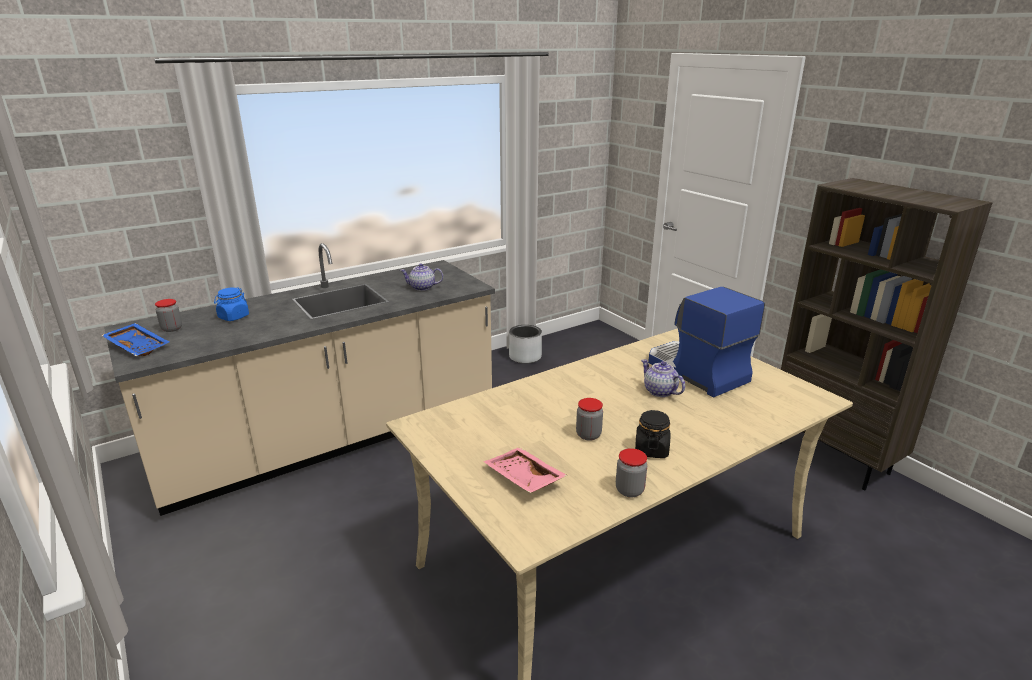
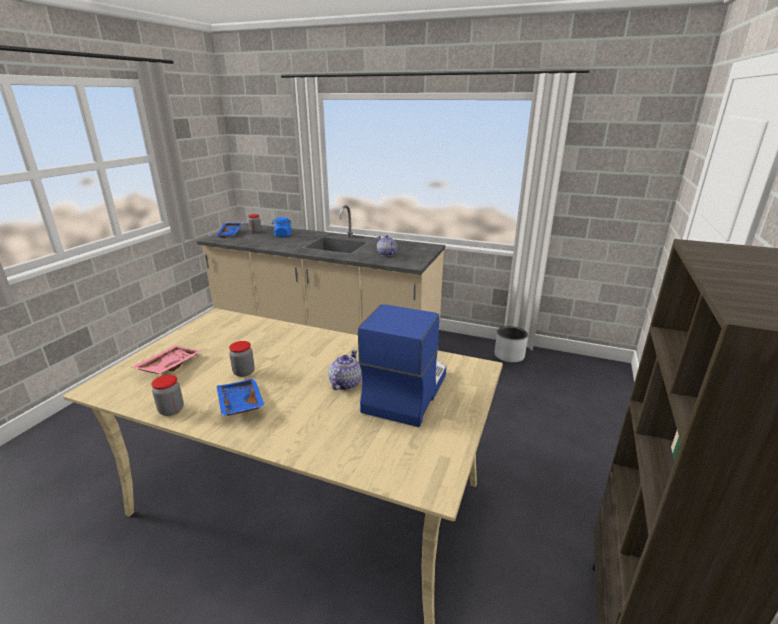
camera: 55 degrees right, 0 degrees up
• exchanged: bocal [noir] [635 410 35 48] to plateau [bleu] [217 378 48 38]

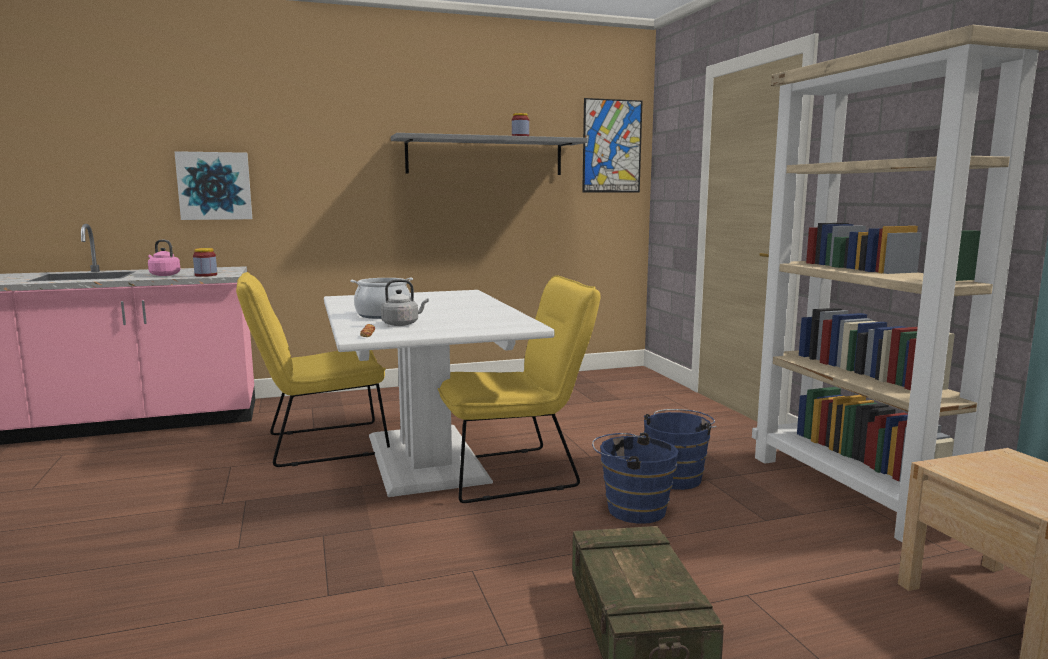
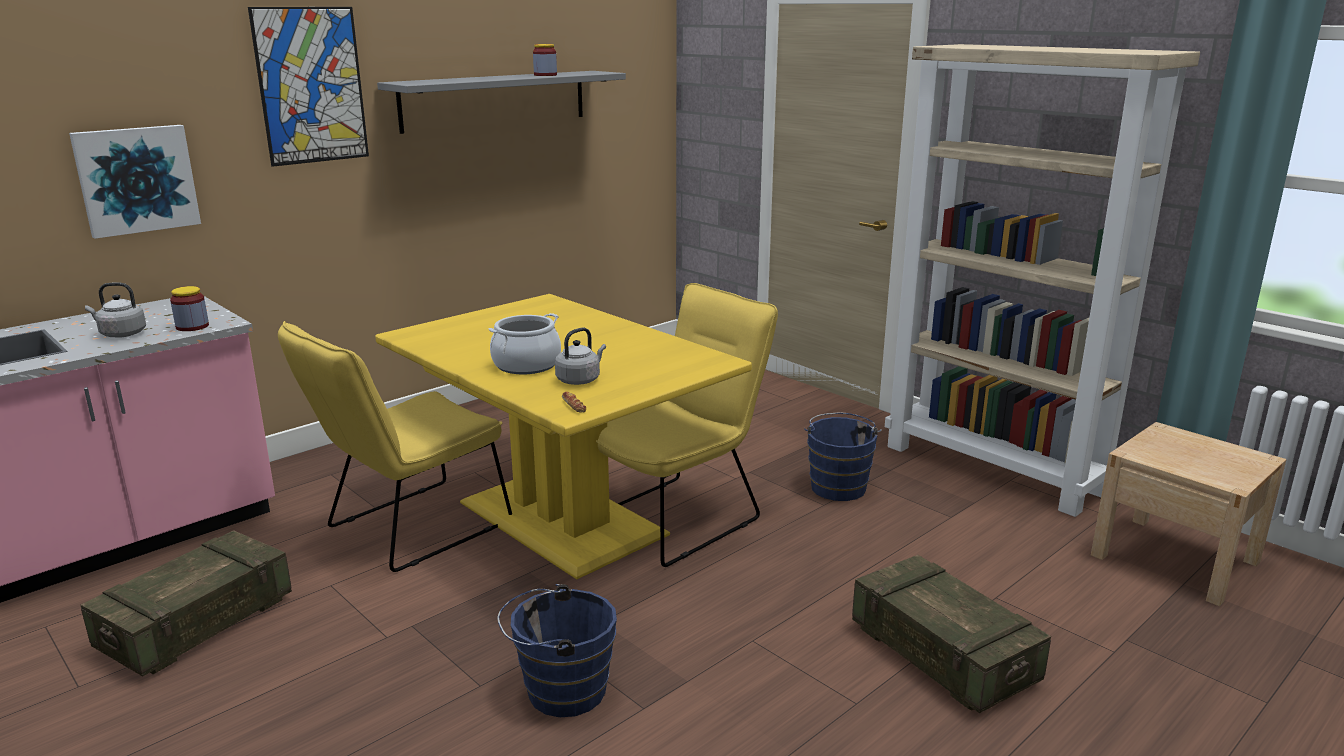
camera: 25 degrees left, 10 degrees up
• appeared: caisse [81 530 211 146]
• colour: bouilloire [rose] [148 240 32 36] to bouilloire [gris] [85 282 61 56]
• relocated: tableau [582 98 61 94] to [248 7 121 160]
• colour: table à manger [blanc] [324 290 231 207] to table à manger [jaune] [375 294 377 285]
• relocated: seau [bleu] [592 432 86 92] to [497 584 120 133]

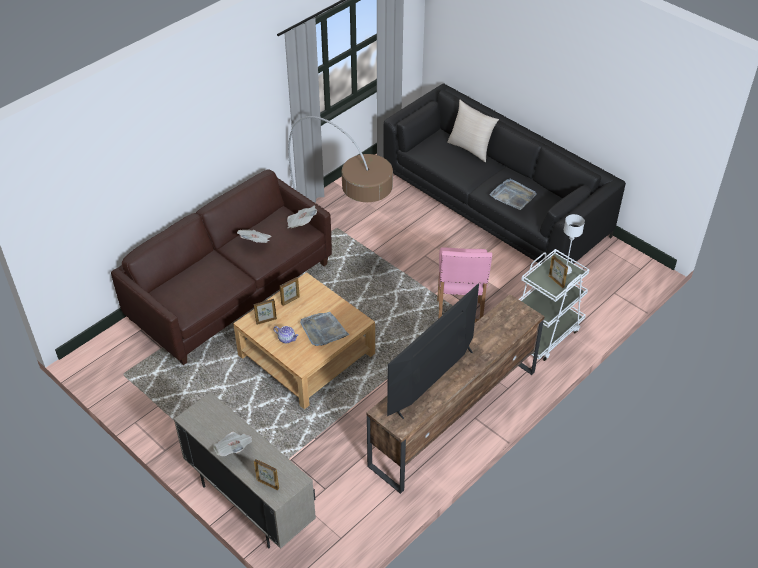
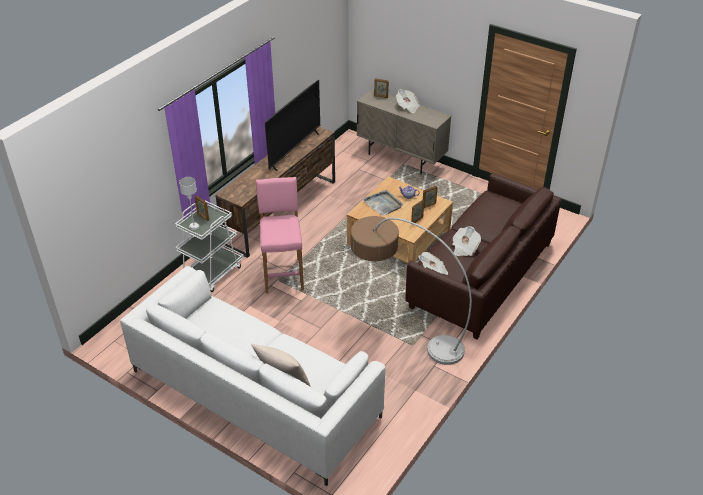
camera: 170 degrees right, 5 degrees down
• colour: canapé [noir] [384 83 242 181] to canapé [blanc] [120 266 265 220]
• missing: plateau [gris] [490 178 46 32]

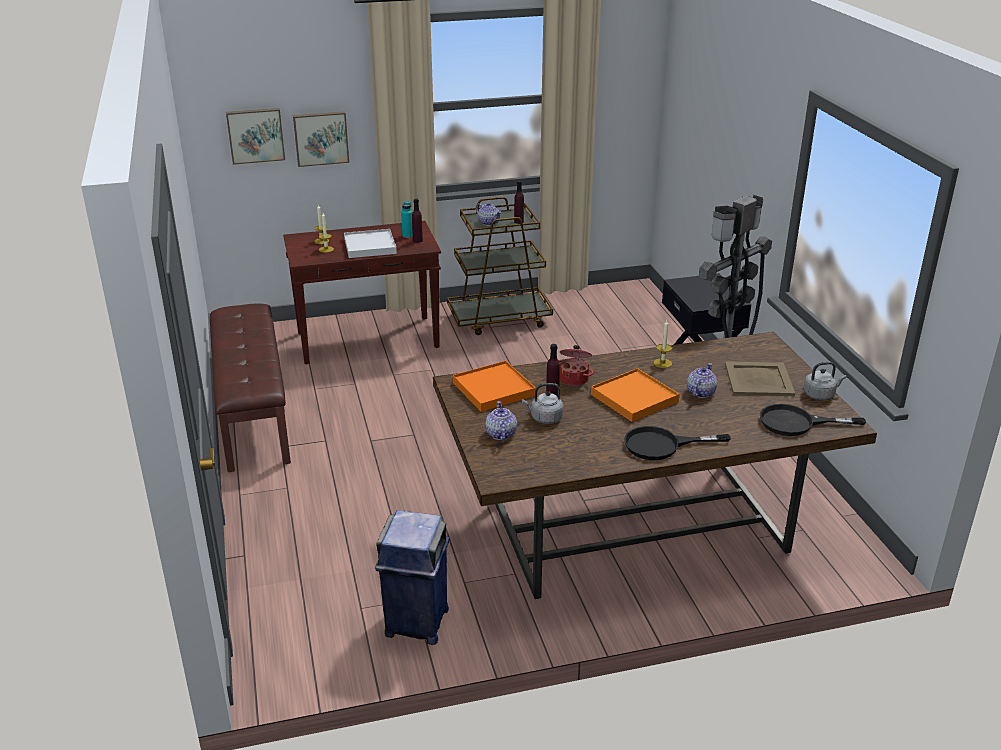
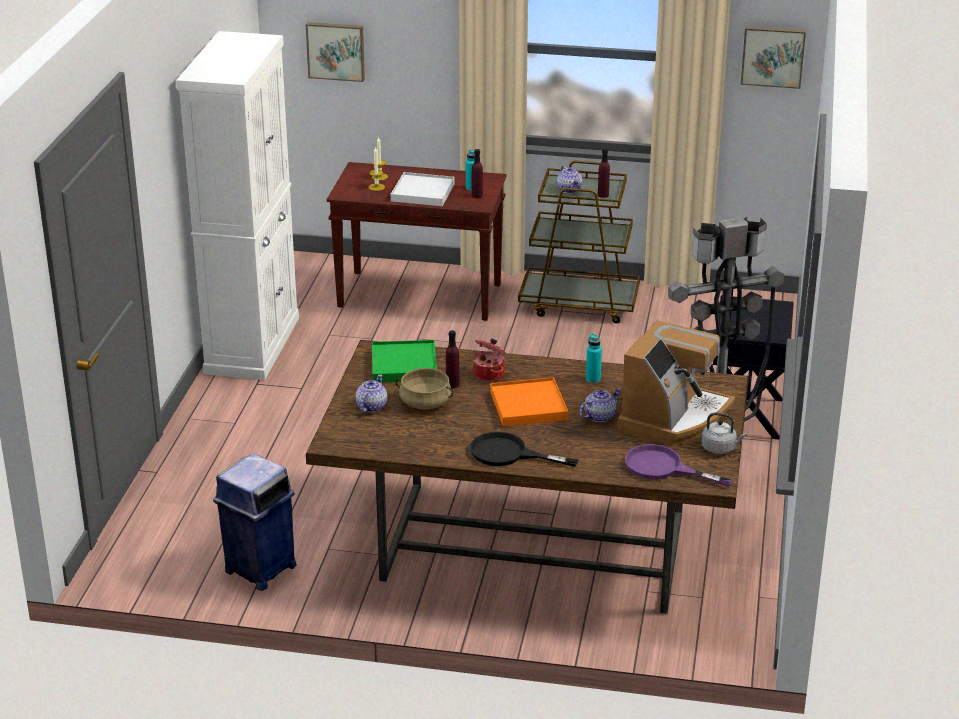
camera: 25 degrees right, 0 degrees up
• exchanged: banc [marron] [210 303 81 169] to meuble de rangement [blanc] [176 31 123 349]
• colour: plateau [orange] [453 361 83 51] to plateau [vert] [372 340 65 42]
• exchanged: bouilloire [gris] [522 383 42 41] to marmite [beige] [395 368 58 41]
• exchanged: bougie [654 320 18 48] to bouteille [turquoise] [586 334 16 50]
• exchanged: plateau [beige] [725 361 70 35] to machine à café [617 320 118 126]
• colour: poêle [noir] [760 404 106 32] to poêle [violet] [625 444 108 43]
• relocated: tableau [293 111 56 56] to [741 26 65 63]

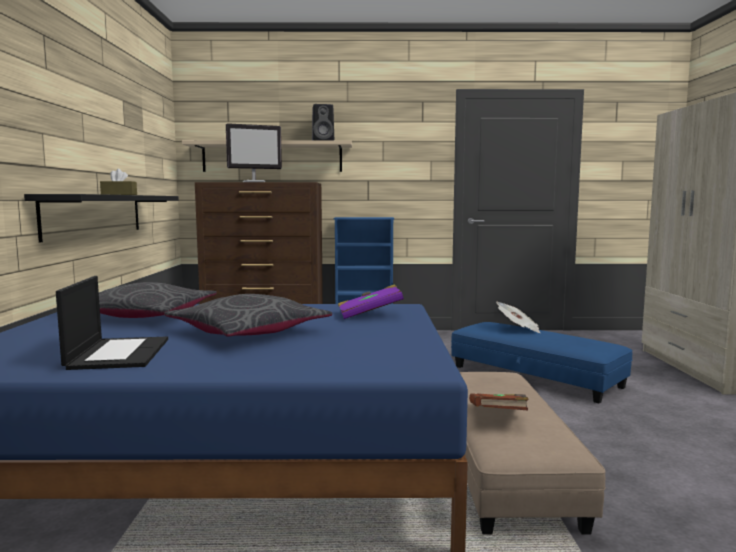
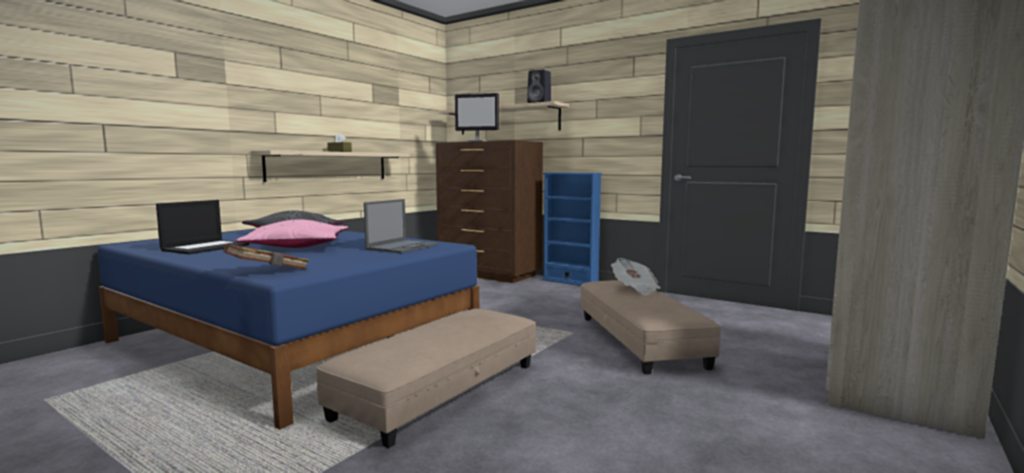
camera: 35 degrees right, 0 degrees up
• relocated: livre [marron] [469 393 60 17] to [223 244 86 26]
• colour: coussin [gris] [164 294 168 43] to coussin [rose] [236 219 112 29]
• colour: étagère [noir] [24 194 155 48] to étagère [beige] [250 150 160 32]
• exchanged: livre [violet] [338 284 66 35] to ordinateur portable [364 199 74 54]
• colour: pouf [bleu] [451 322 182 81] to pouf [beige] [580 280 140 95]

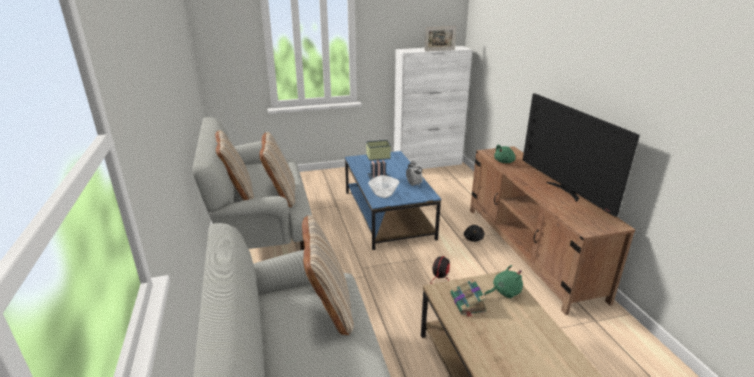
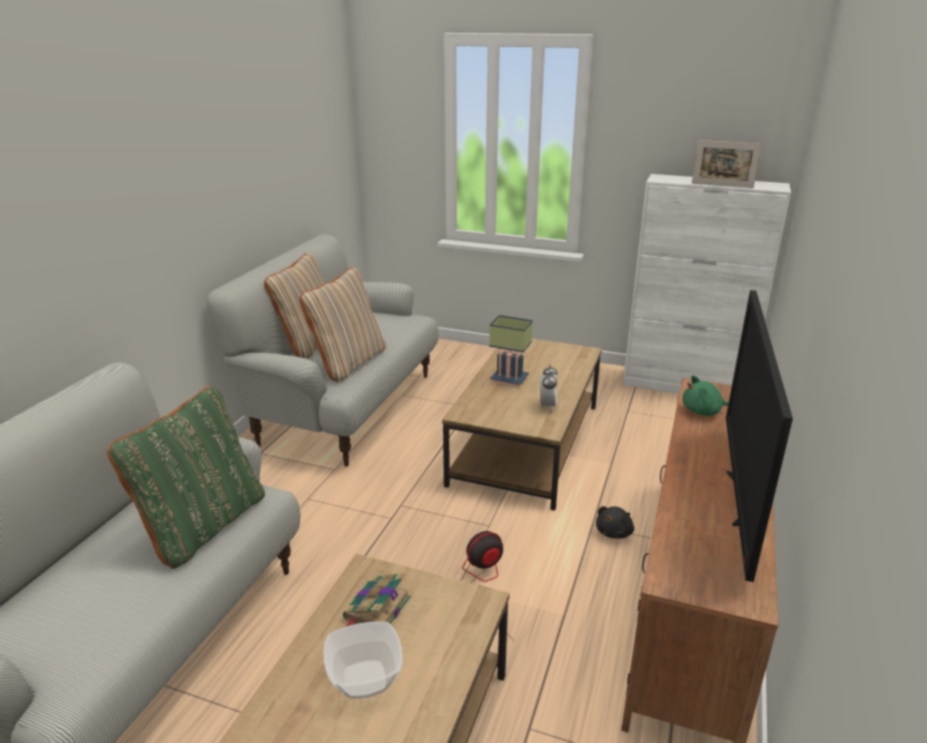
camera: 35 degrees right, 0 degrees up
• colour: coussin [beige] [302 215 52 120] to coussin [vert] [107 386 158 183]
• relocated: bol [368 175 32 23] to [323 621 80 78]
• colour: table basse [bleu] [345 151 96 99] to table basse [marron] [442 339 160 172]
• missing: peluche [vert] [484 265 39 33]

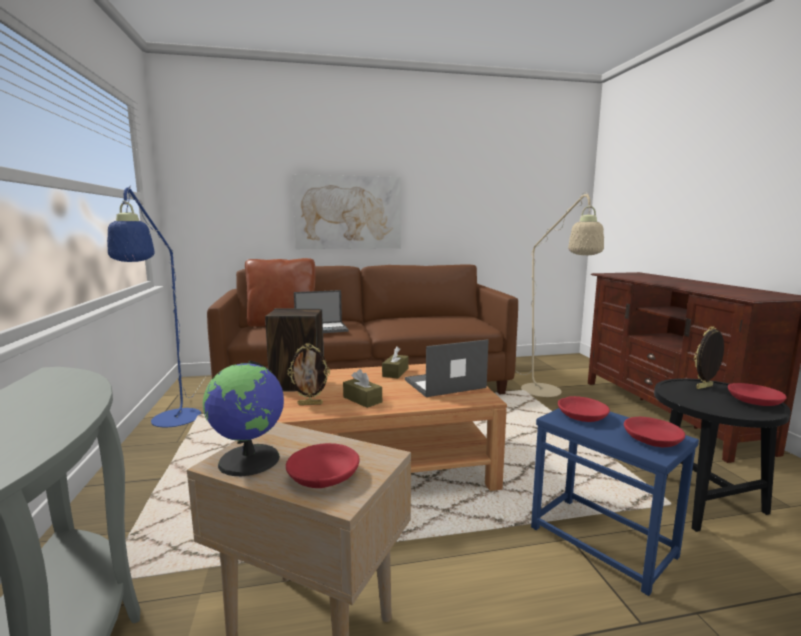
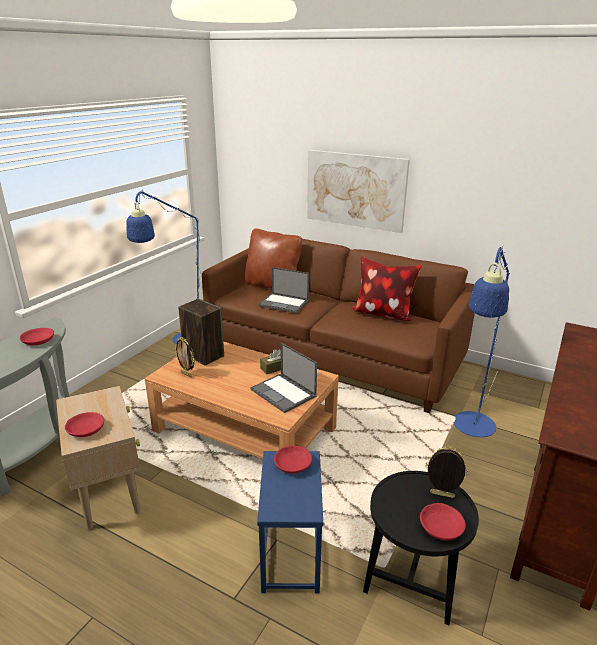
camera: 40 degrees right, 15 degrees up
• relocated: bol [rouge] [624 417 61 30] to [20 328 34 17]
• spun: ordinateur portable [405 339 84 58] = [250 342 67 71] 150 degrees counterclockwise
• appeared: coussin [351 256 71 65]
• colour: lampadaire [beige] [515 192 89 205] to lampadaire [bleu] [454 245 56 192]
• missing: globe [203 361 81 115]
• missing: boîte à mouchoirs [marron] [343 369 39 39]

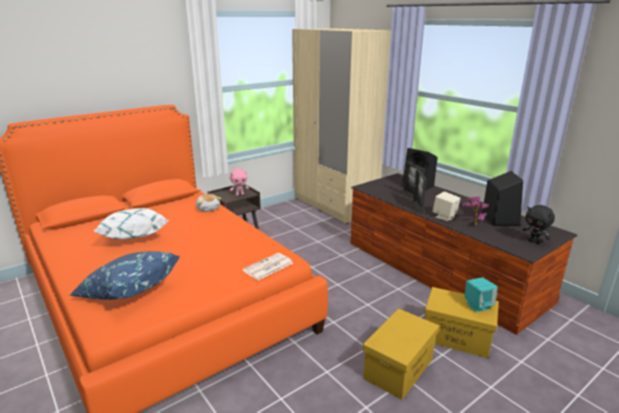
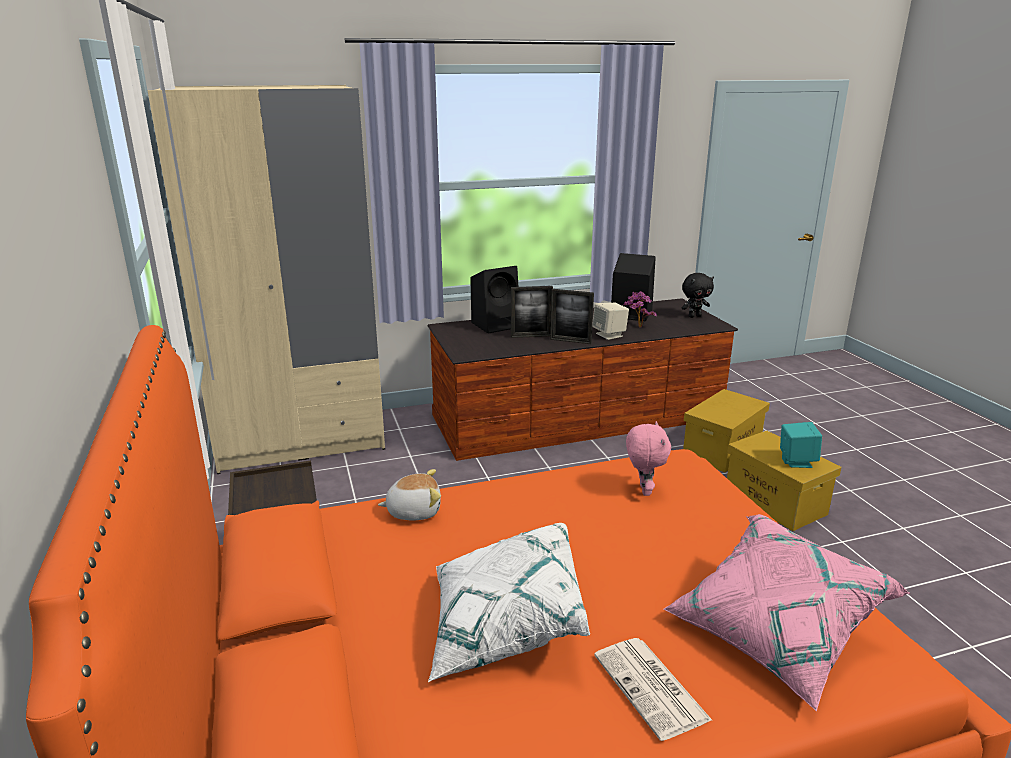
camera: 70 degrees left, 0 degrees up
• relocated: journal [243 253 50 27] to [594 638 118 103]
• relocated: peluche [rose] [230 168 19 28] to [626 421 45 75]
• colour: coussin [bleu] [69 251 111 49] to coussin [rose] [663 514 247 198]
• relocated: enceinte [turquoise] [465 277 33 35] to [780 422 42 46]

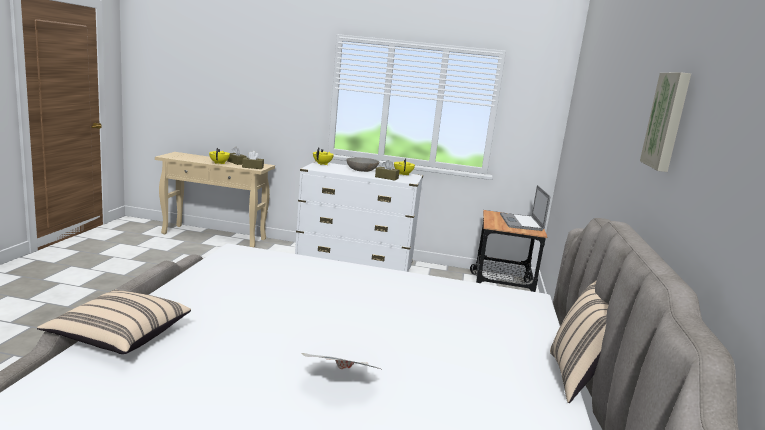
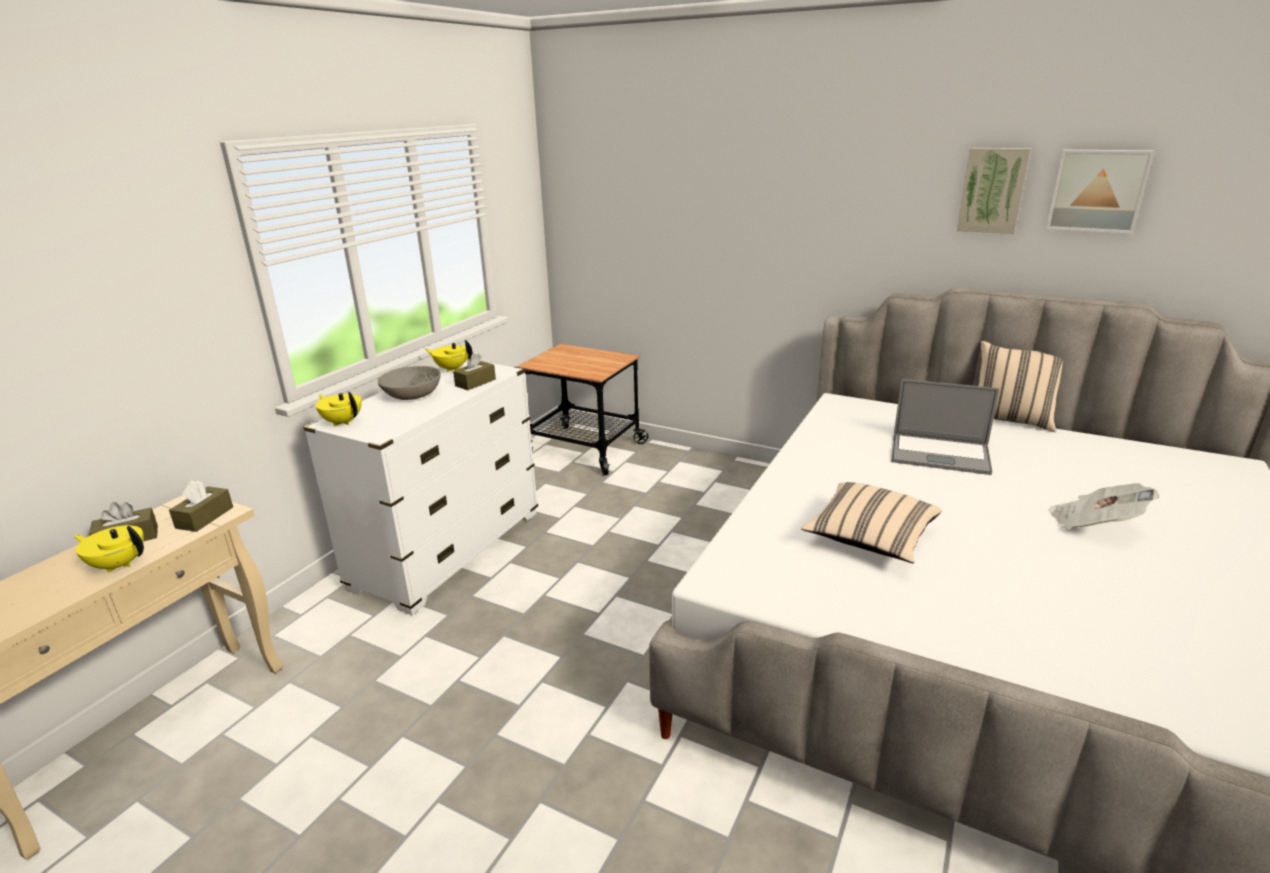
camera: 70 degrees left, 10 degrees up
• relocated: coussin [beige] [37 290 154 64] to [801 482 141 81]
• relocated: ordinateur portable [500 185 50 46] to [891 379 108 96]
• appeared: tableau [1046 150 109 84]

